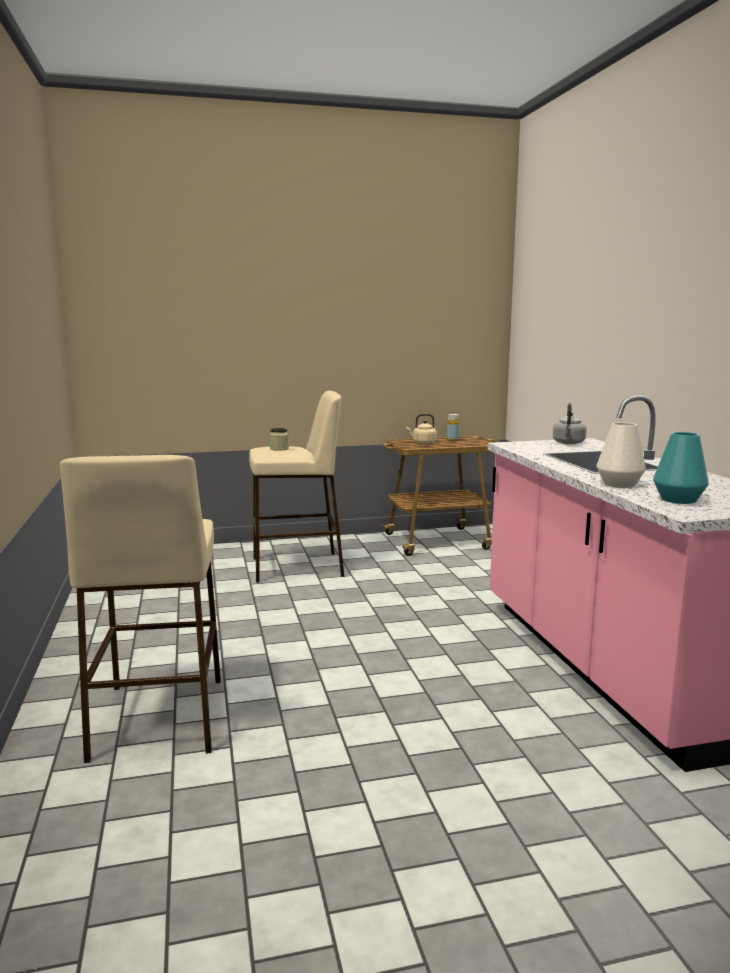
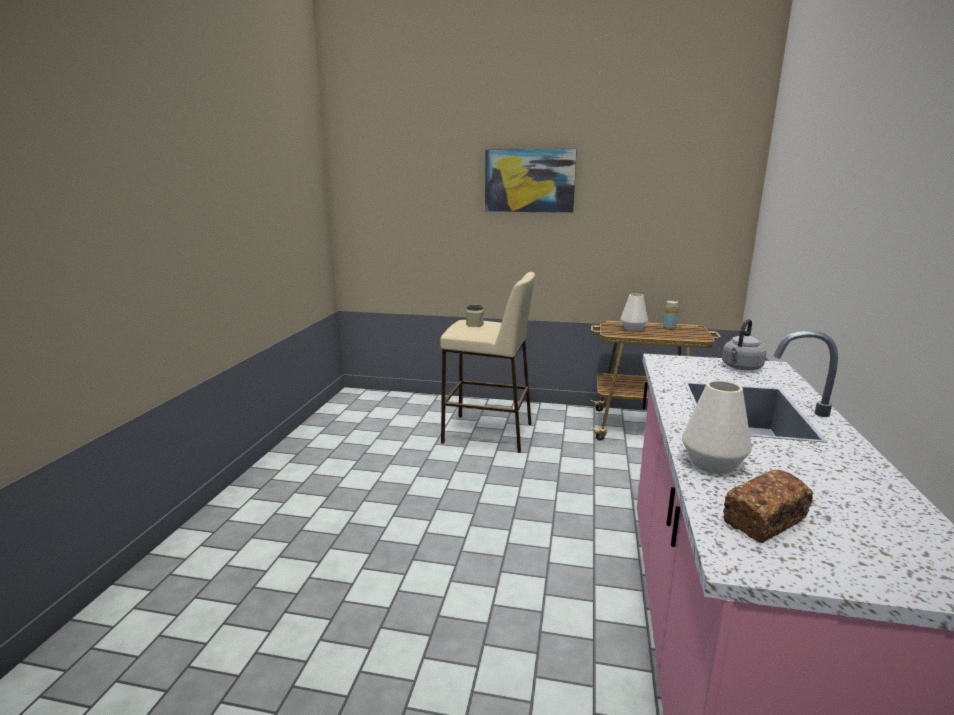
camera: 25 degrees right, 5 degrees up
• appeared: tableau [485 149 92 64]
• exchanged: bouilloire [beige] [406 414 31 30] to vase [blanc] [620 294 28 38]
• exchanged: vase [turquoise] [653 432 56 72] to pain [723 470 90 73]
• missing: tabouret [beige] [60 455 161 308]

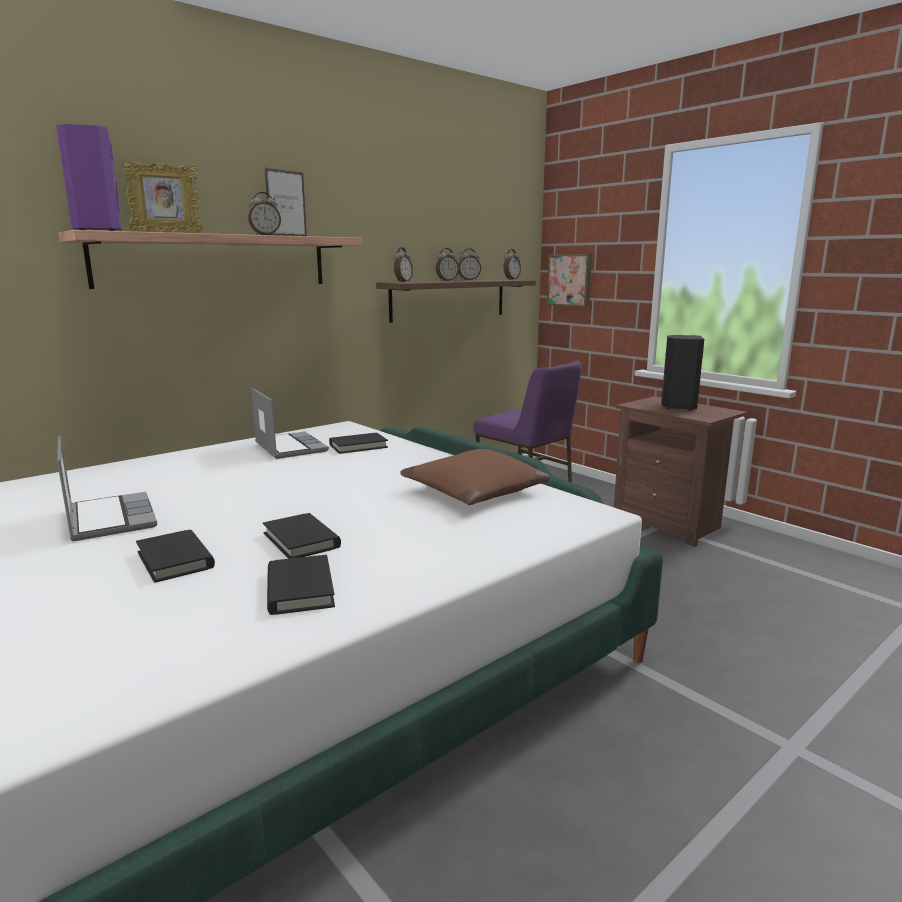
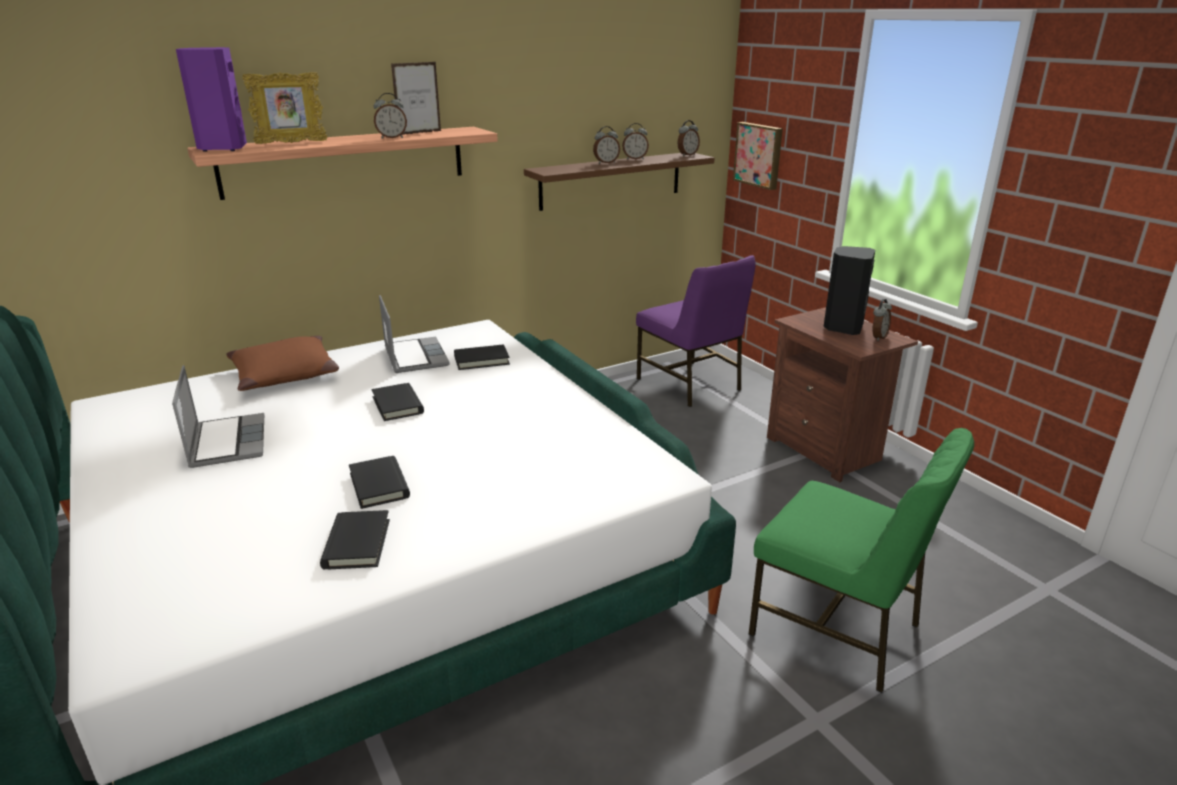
camera: 10 degrees right, 10 degrees up
• relocated: coussin [marron] [400 449 150 56] to [226 336 113 55]
• relocated: livre [noir] [136 529 79 54] to [372 383 52 38]
• appeared: chaise [vert] [748 428 226 265]
• relocated: réveil [394 247 19 35] to [873 299 19 42]

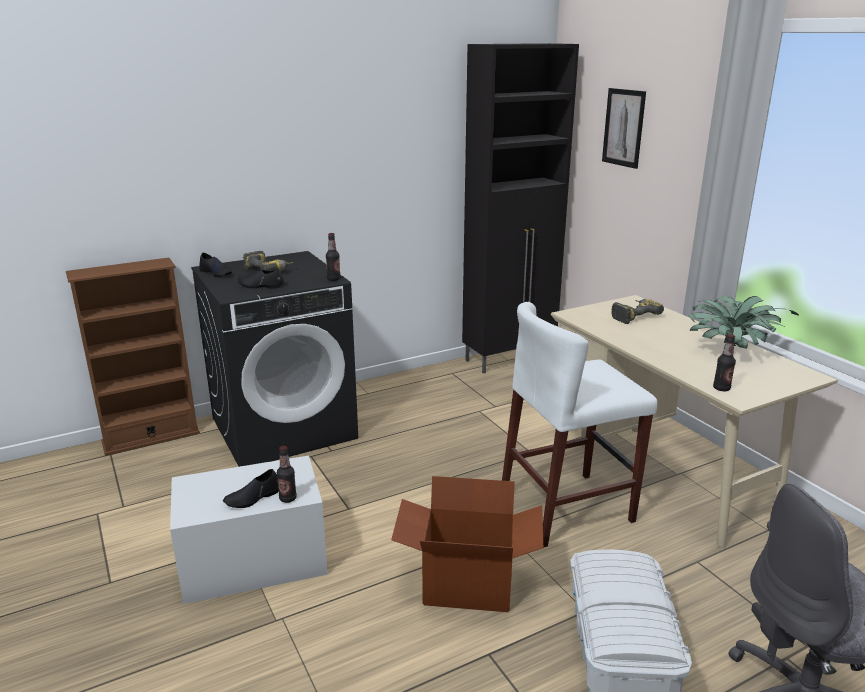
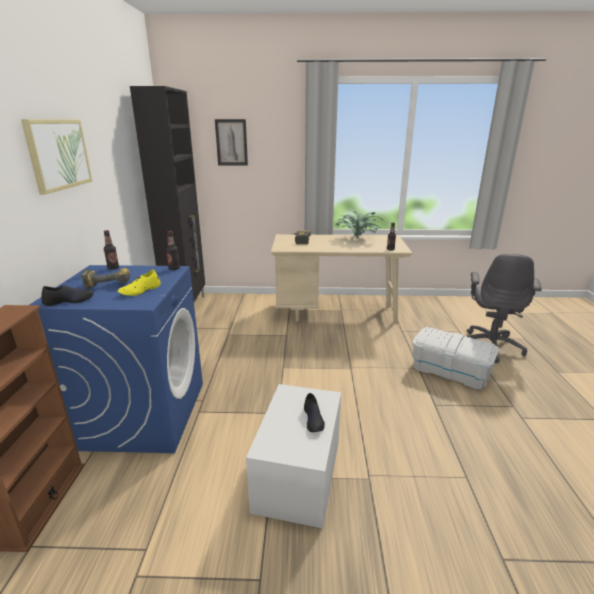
camera: 60 degrees left, 0 degrees up
• appeared: tableau [21 119 71 76]
• colour: lave-linge [noir] [191 251 167 216] to lave-linge [bleu] [30 265 173 188]
• relocated: bouteille [277 446 20 57] to [104 230 15 40]
• colour: chaussure [noir] [237 268 47 21] to chaussure [jaune] [118 270 43 26]
• missing: carton [391 476 153 136]
• missing: tabouret [blanc] [502 302 156 245]

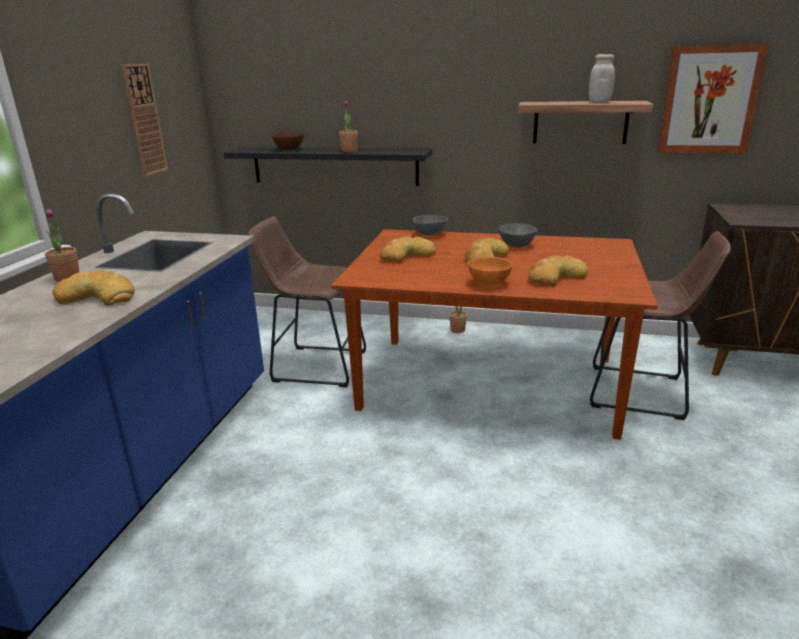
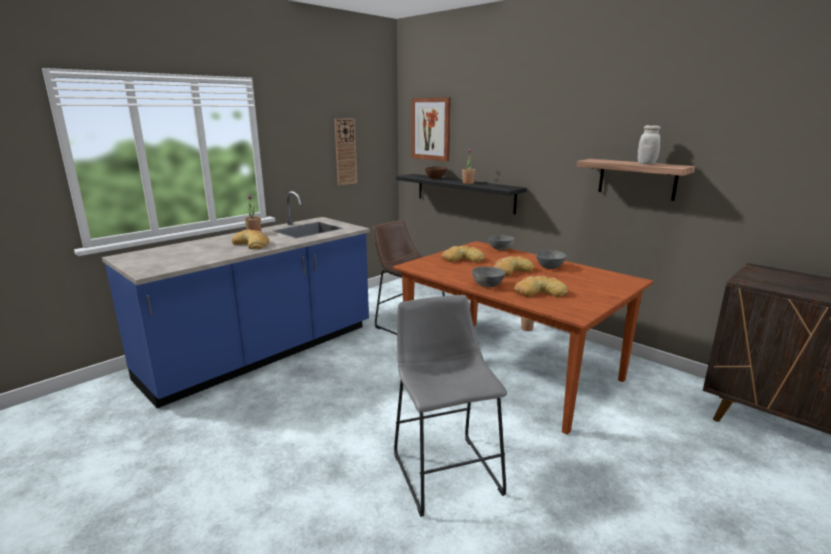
camera: 30 degrees right, 5 degrees down
• appeared: tabouret [gris] [394 295 113 222]
• relocated: tableau [657 44 112 110] to [412 97 39 64]
• colour: bol [orange] [468 257 44 28] to bol [gris] [472 267 33 20]
• missing: tabouret [marron] [590 231 141 189]

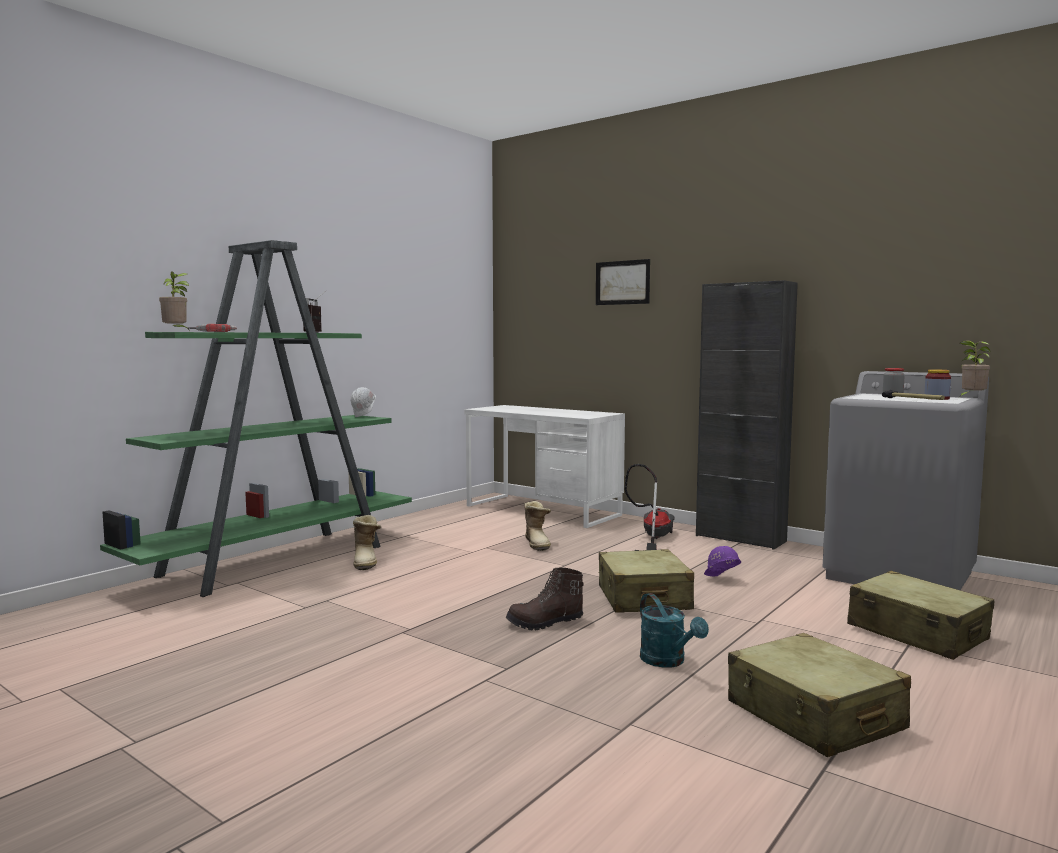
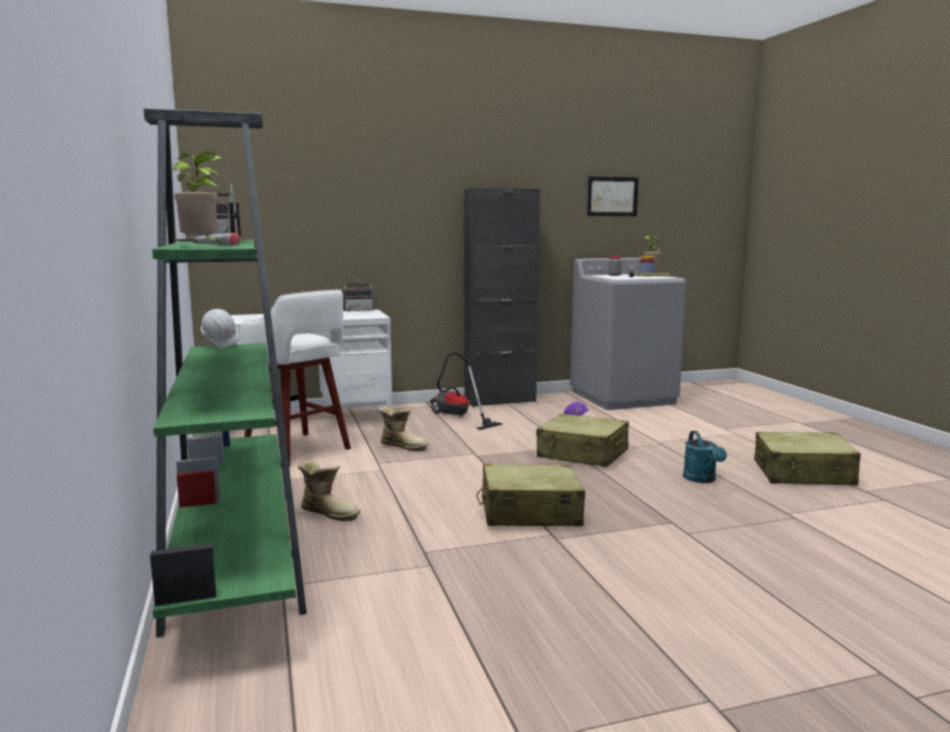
camera: 55 degrees left, 5 degrees up
• appeared: tabouret [blanc] [237 290 114 177]
• appeared: radio [343 276 31 36]
• relocated: valise [beige] [847 571 147 89] to [476 463 109 63]
• relocated: tableau [596 259 54 46] to [587 176 52 40]
• spun: arrosoir [turquoise] [640 593 69 75] = [683 431 44 52] 75 degrees clockwise
• missing: botte [marron] [506 567 78 63]

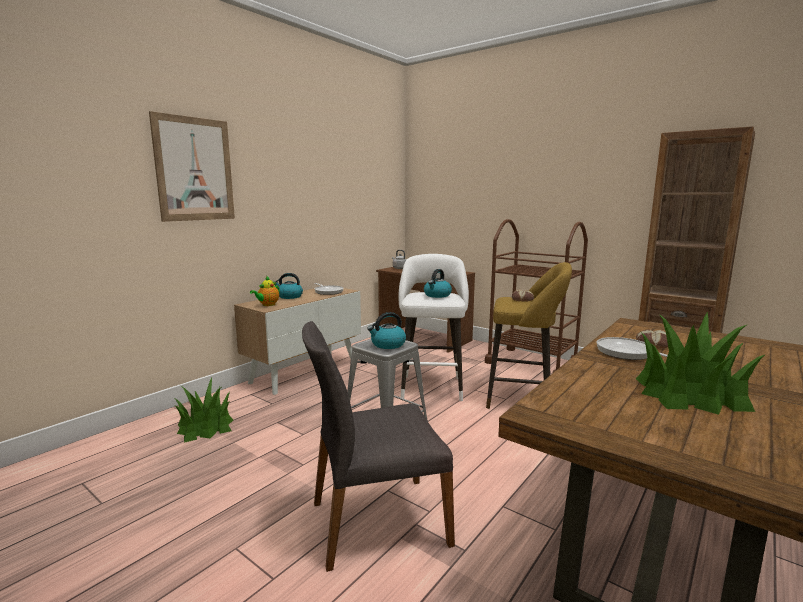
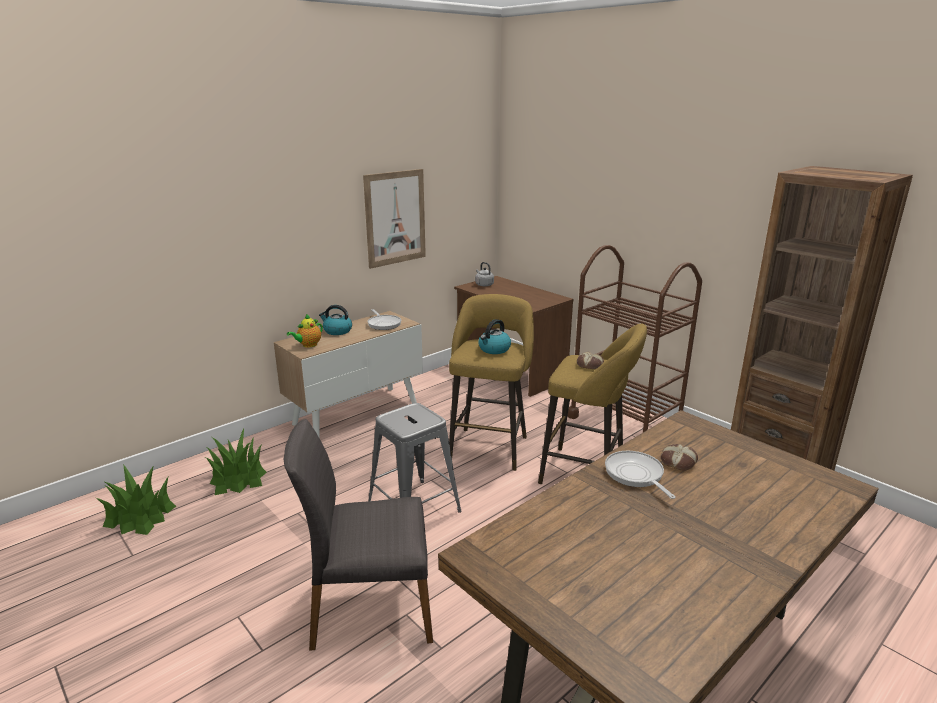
camera: 10 degrees right, 10 degrees up
• relocated: plante en pot [636 311 129 104] to [96 464 80 71]
• relocated: tableau [149 111 86 111] to [363 169 63 100]
• colour: tabouret [blanc] [399 254 70 147] to tabouret [jaune] [449 294 85 177]
• missing: bouilloire [367 312 39 37]

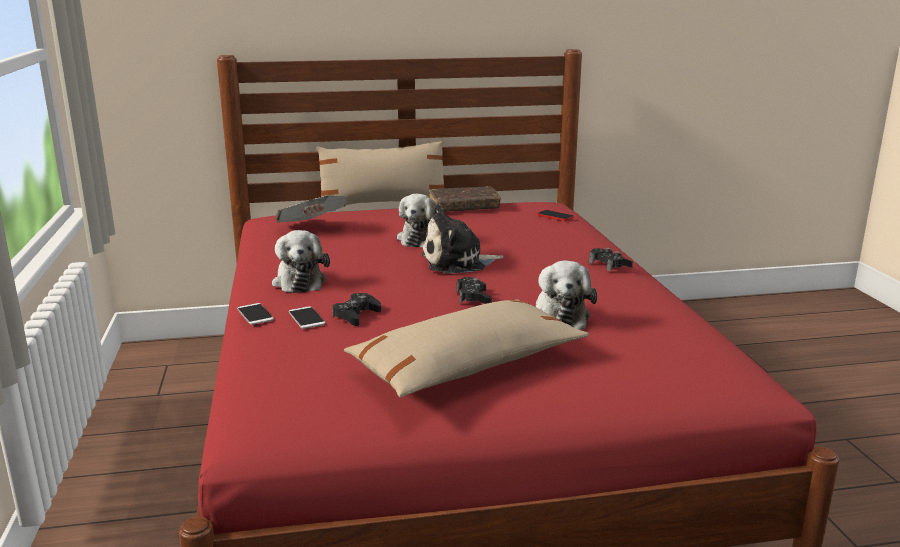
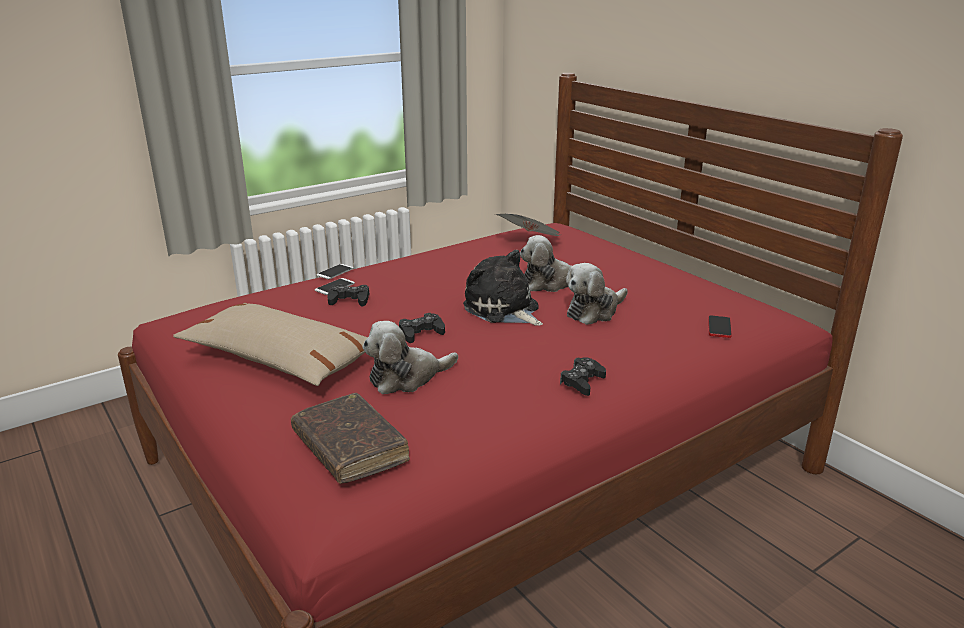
camera: 65 degrees right, 5 degrees up
• relocated: livre [marron] [429 186 72 26] to [291 393 119 91]
• relocated: peluche [272 230 58 63] to [566 263 62 62]
• missing: coussin [beige] [317 140 127 65]

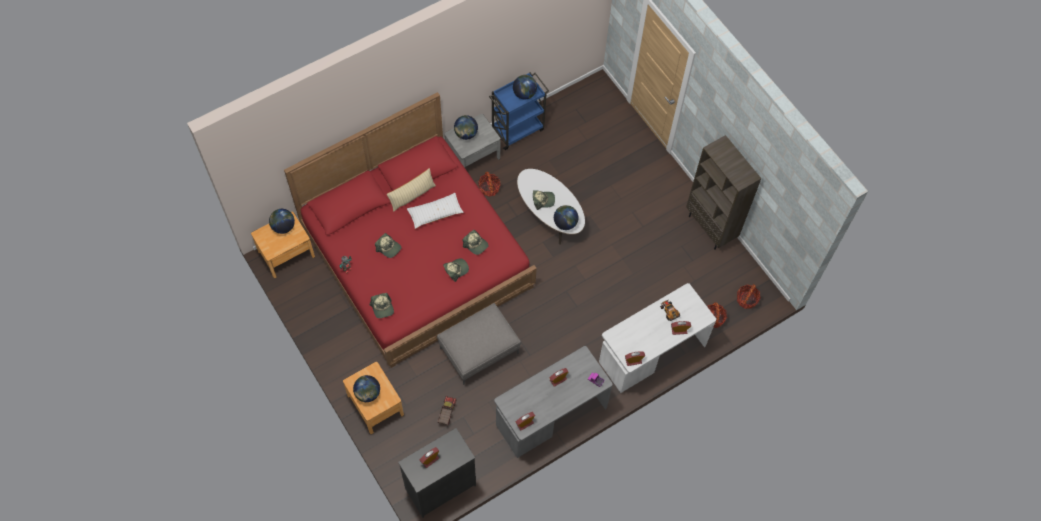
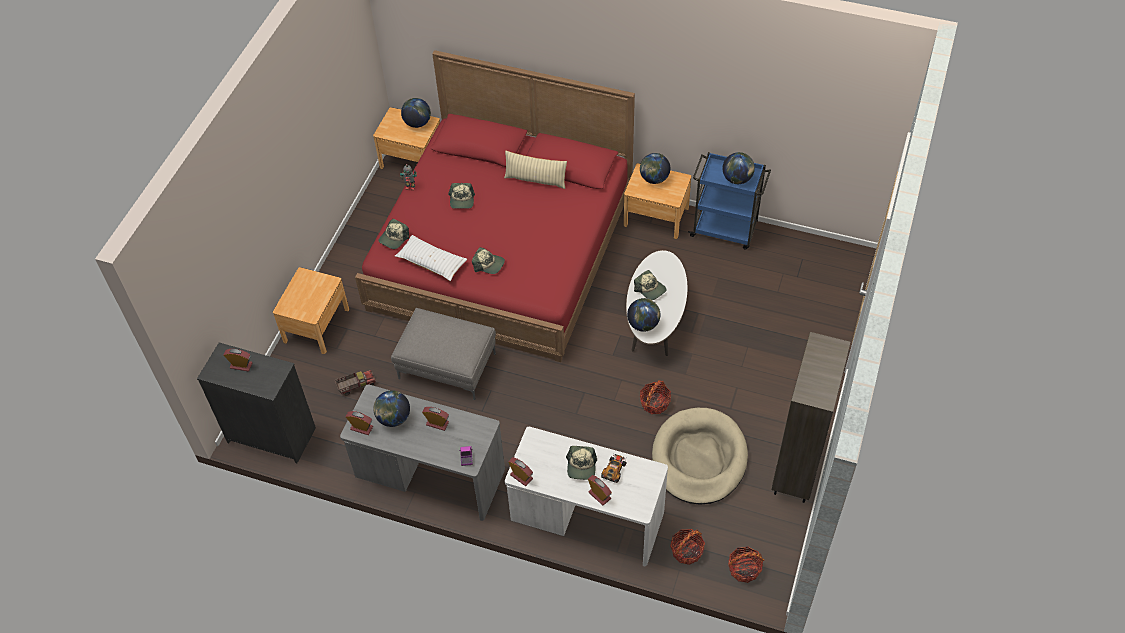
camera: 55 degrees right, 10 degrees down
• relocated: globe [353 375 27 27] to [373 390 37 37]
• relocated: coussin [blanc] [407 193 57 36] to [395 235 72 46]
• relocated: casquette [463 230 26 25] to [566 446 31 34]
• colour: table de chevet [gris] [444 114 56 54] to table de chevet [marron] [624 163 67 76]
• relocated: panier [478 172 23 25] to [640 380 31 34]
• appeared: panier pour chien [beige] [652 408 96 97]

